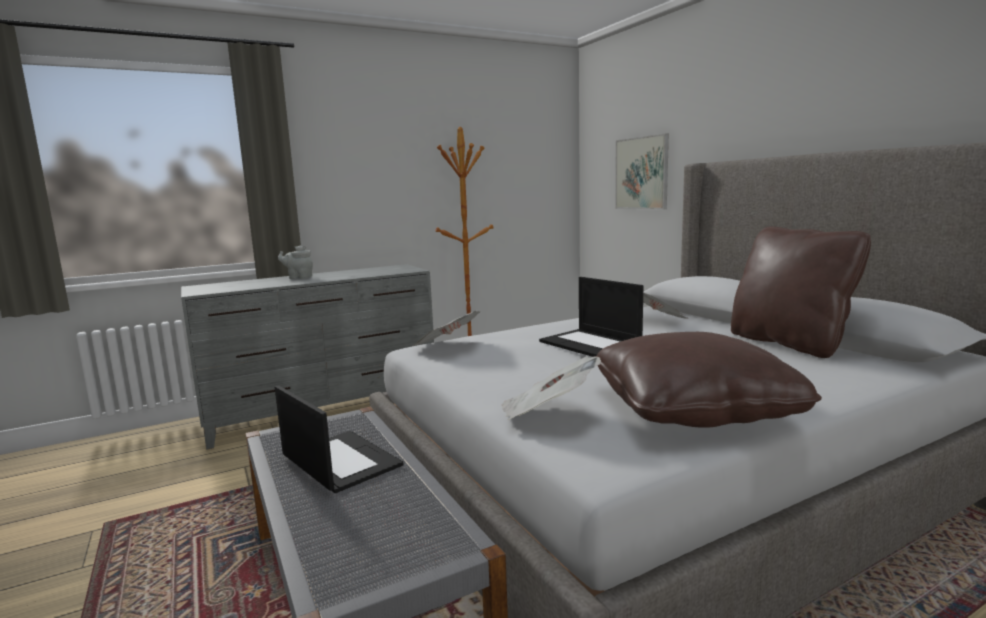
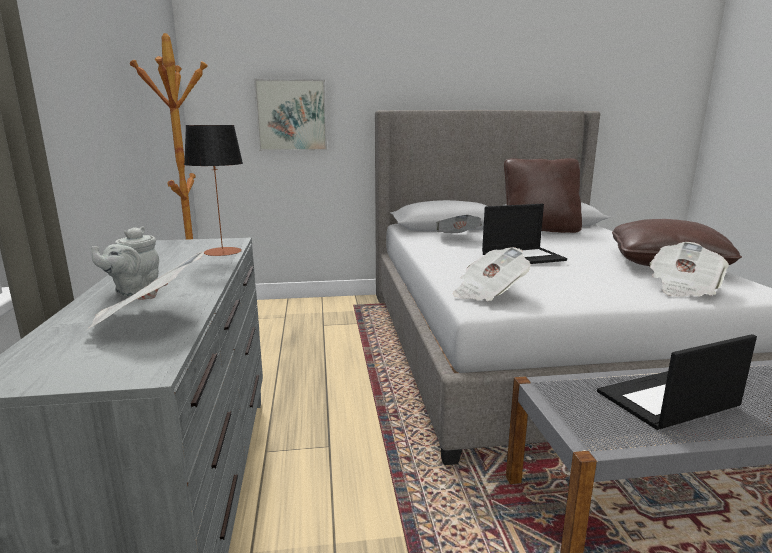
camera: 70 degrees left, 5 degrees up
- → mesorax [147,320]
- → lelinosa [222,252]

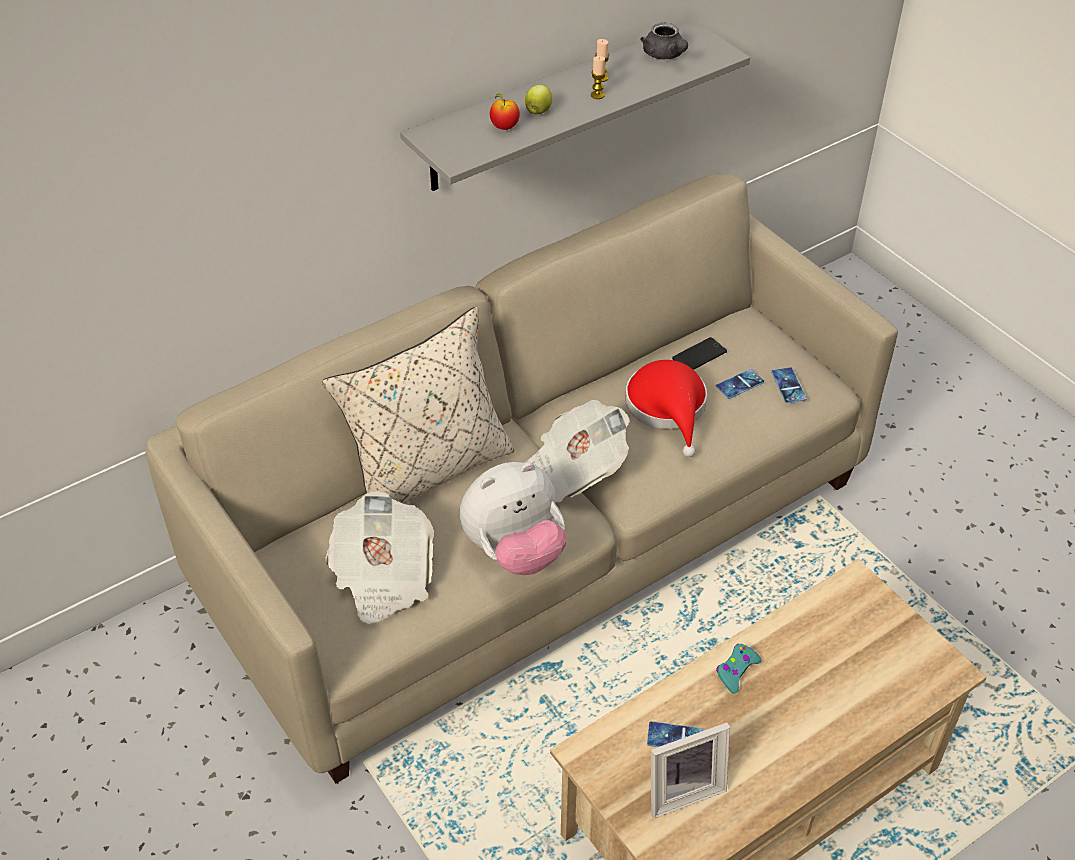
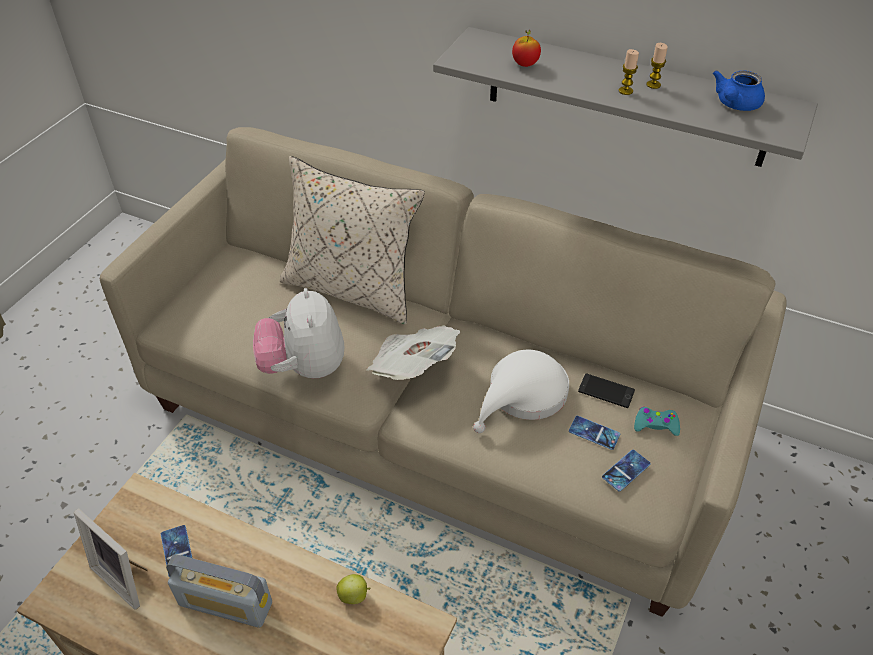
camera: 60 degrees right, 0 degrees up
- → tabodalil [226,603]
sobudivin [515,551] → sobudivin [304,367], 45 degrees clockwise
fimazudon [538,111] → fimazudon [354,595], moved
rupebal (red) [668,408] → rupebal (white) [523,395]
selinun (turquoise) [736,671] → selinun (turquoise) [655,425], moved
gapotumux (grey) [665,55] → gapotumux (blue) [734,105]
mesorax [383,577] → -

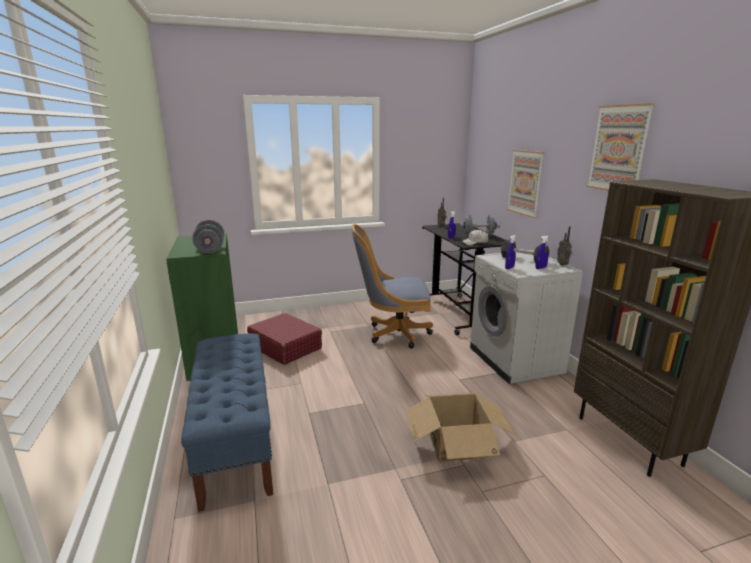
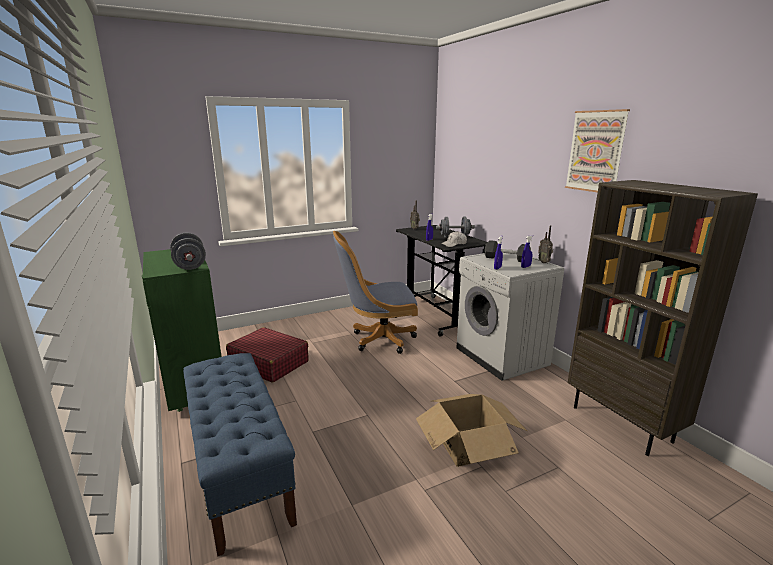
camera: 10 degrees left, 0 degrees up
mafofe [525,182] → -

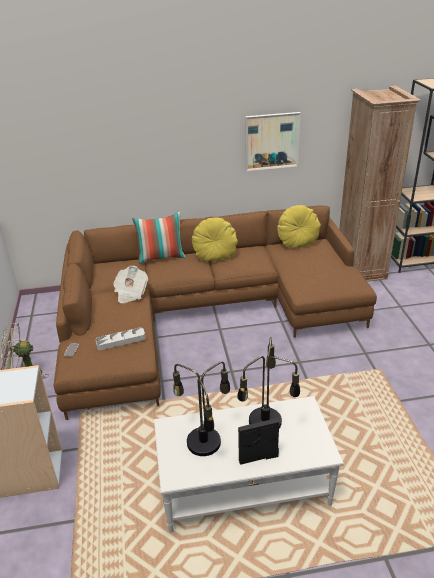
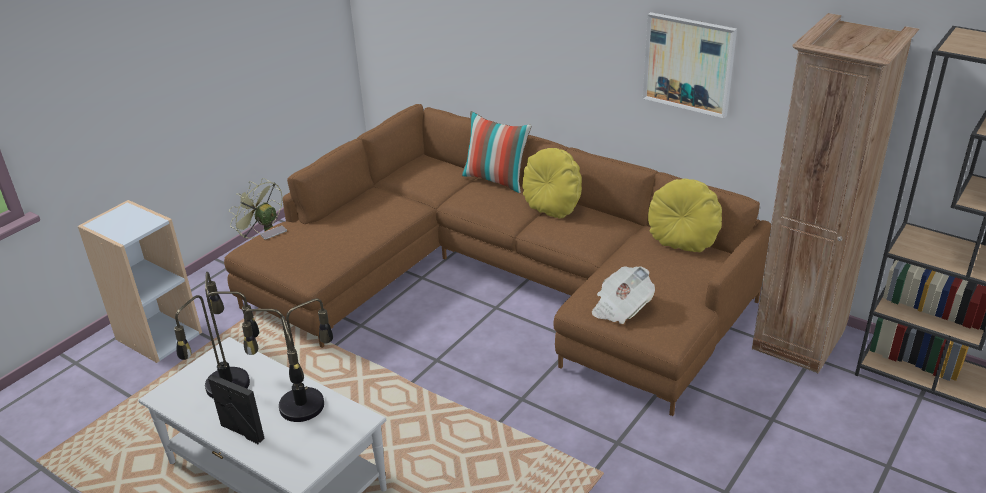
camera: 45 degrees right, 0 degrees up
mesorax [130,293] → mesorax [621,308], moved
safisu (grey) [121,341] → -

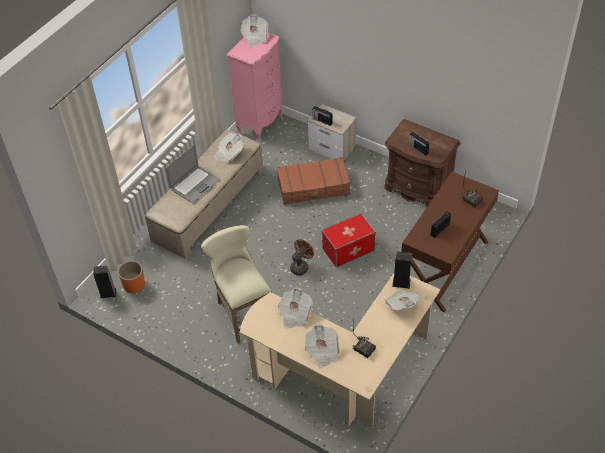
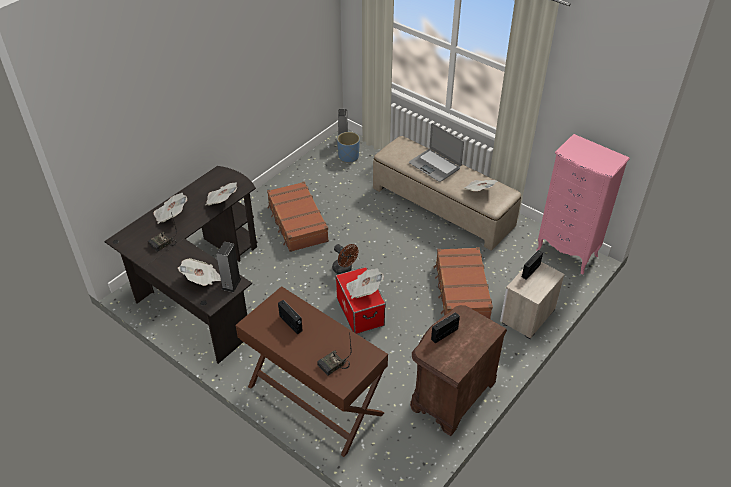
camera: 95 degrees right, 5 degrees down
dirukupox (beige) [344,374] → dirukupox (black) [200,289]
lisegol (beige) [243,312] → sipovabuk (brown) [297,223]
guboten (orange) [134,285] → guboten (blue) [348,156]
mesorax [255,37] → mesorax [364,290], moved

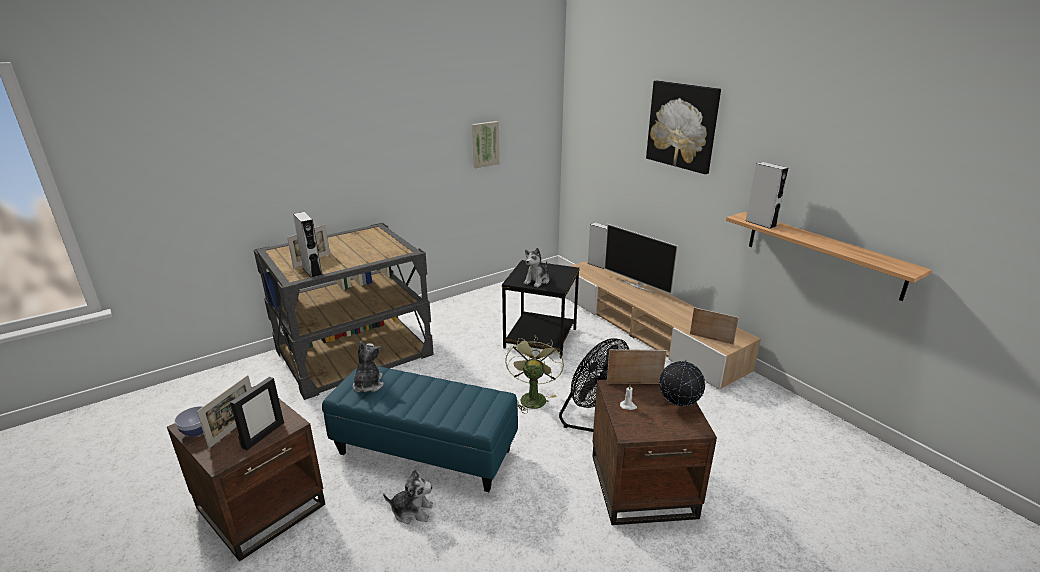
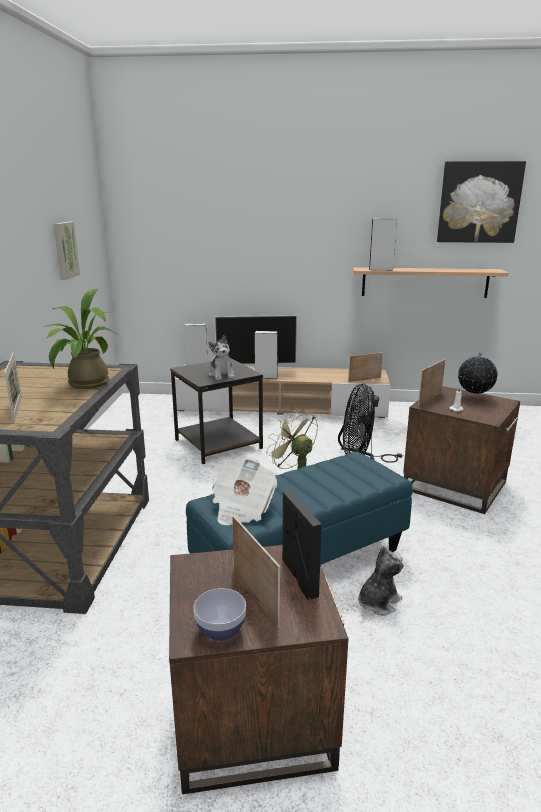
camera: 50 degrees left, 5 degrees down
- → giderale [84,385]
sobudivin [368,385] → mesorax [242,508]
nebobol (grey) [312,271] → nebobol (grey) [266,377], moved
mafofe [682,126] → mafofe [479,202], moved

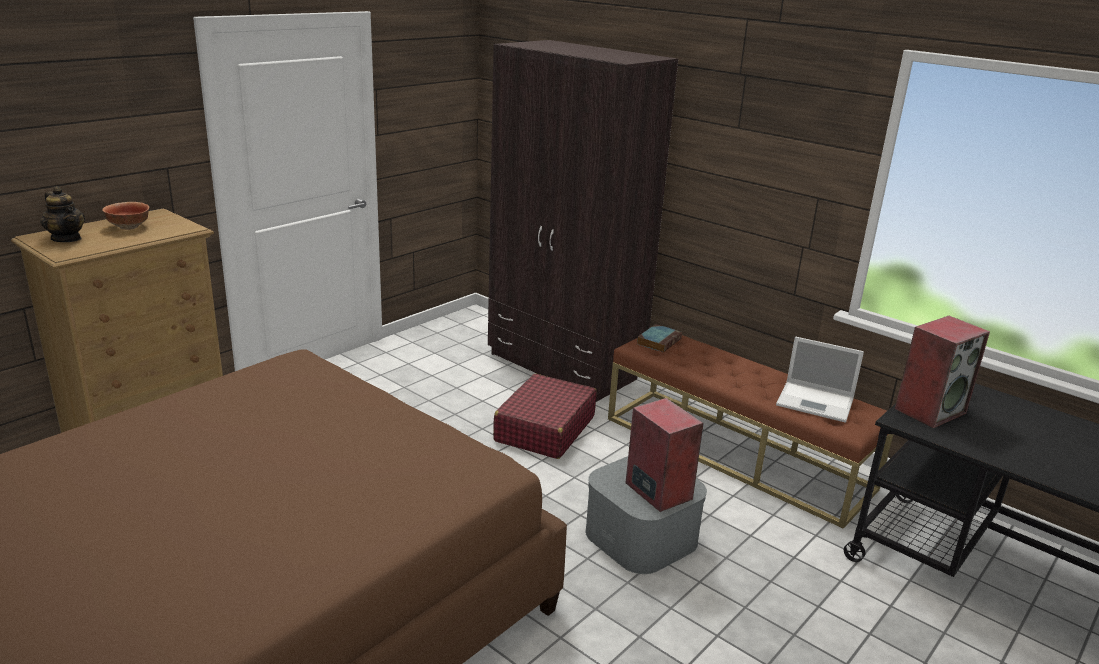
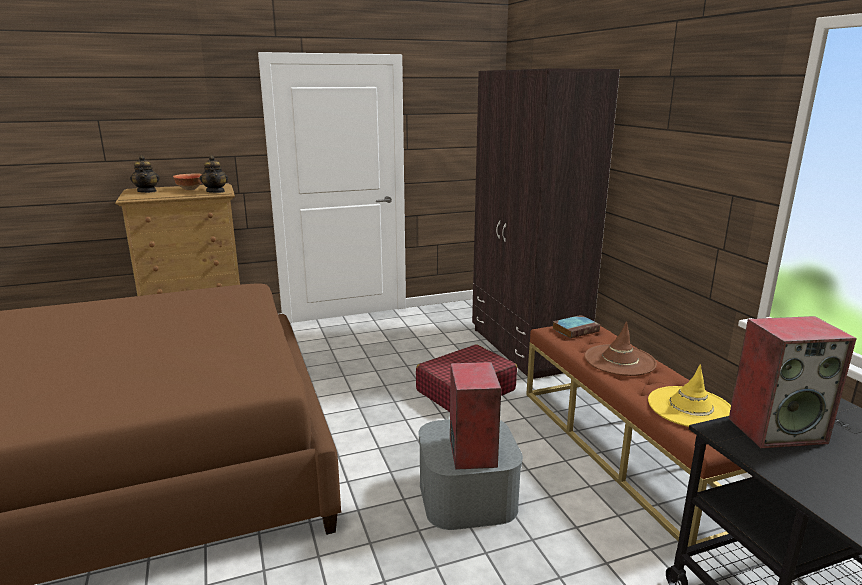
camera: 30 degrees right, 5 degrees down
- → gapotumux [215,191]
- → rupebal (brown) [619,360]
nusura [816,402] → rupebal (yellow) [690,407]

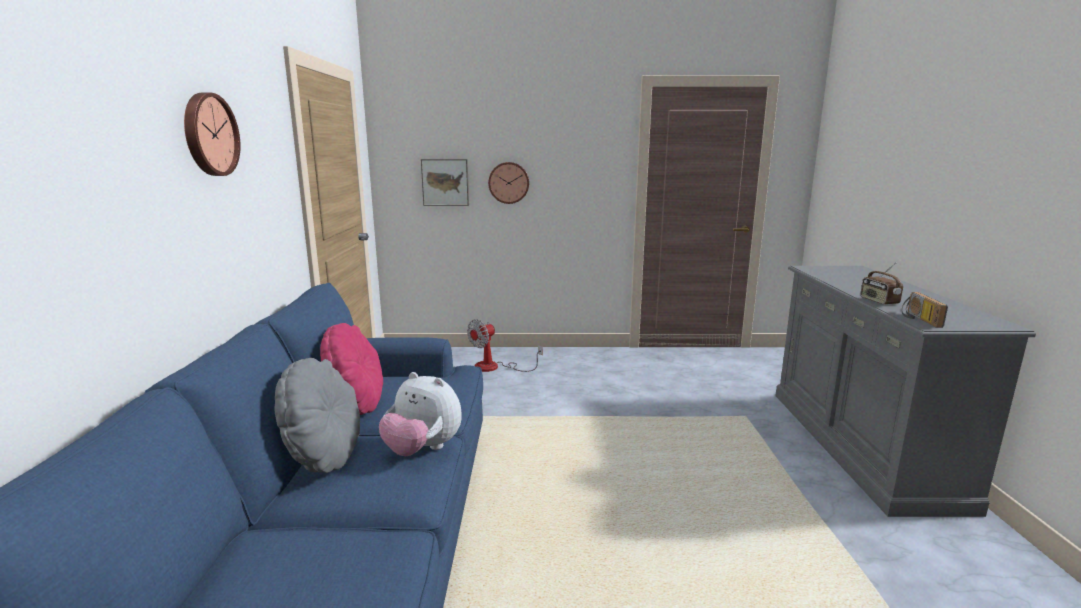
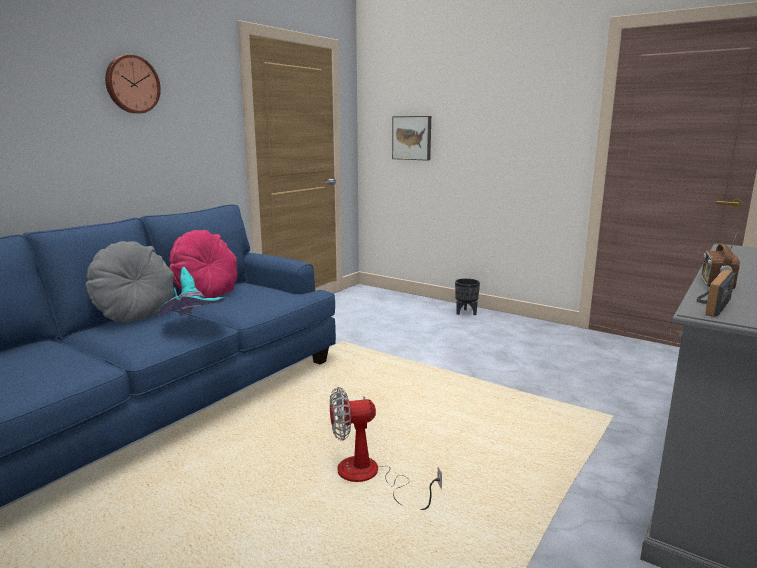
camera: 35 degrees right, 0 degrees up
sobudivin [423,450] → rupebal (turquoise) [192,328]
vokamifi [495,367] → vokamifi [370,477], moved
- → guboten (black) [466,312]
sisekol [509,182] → -

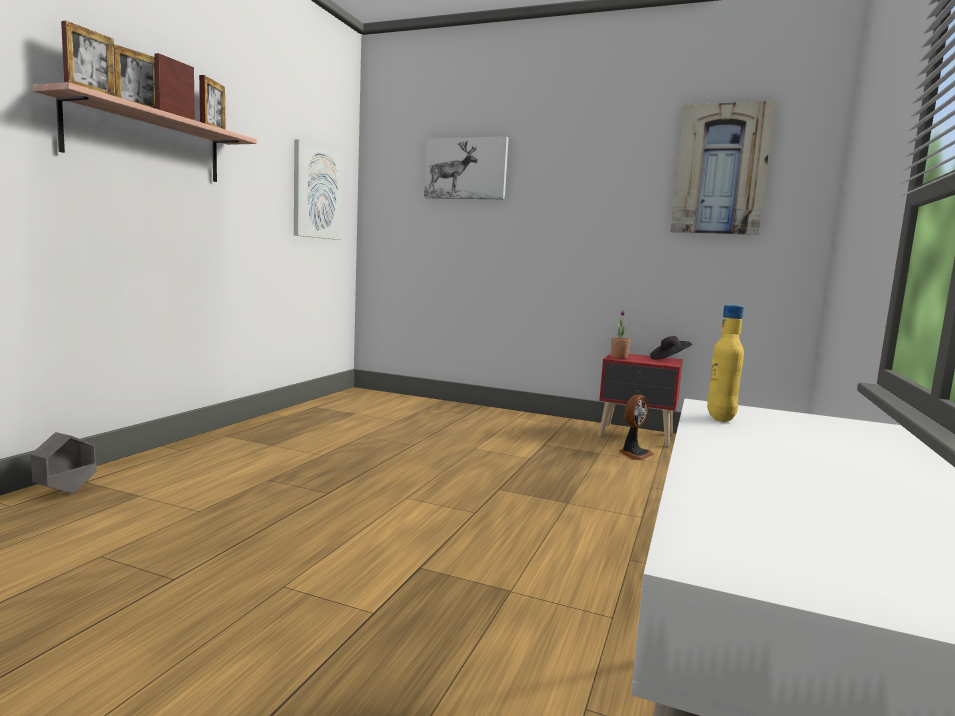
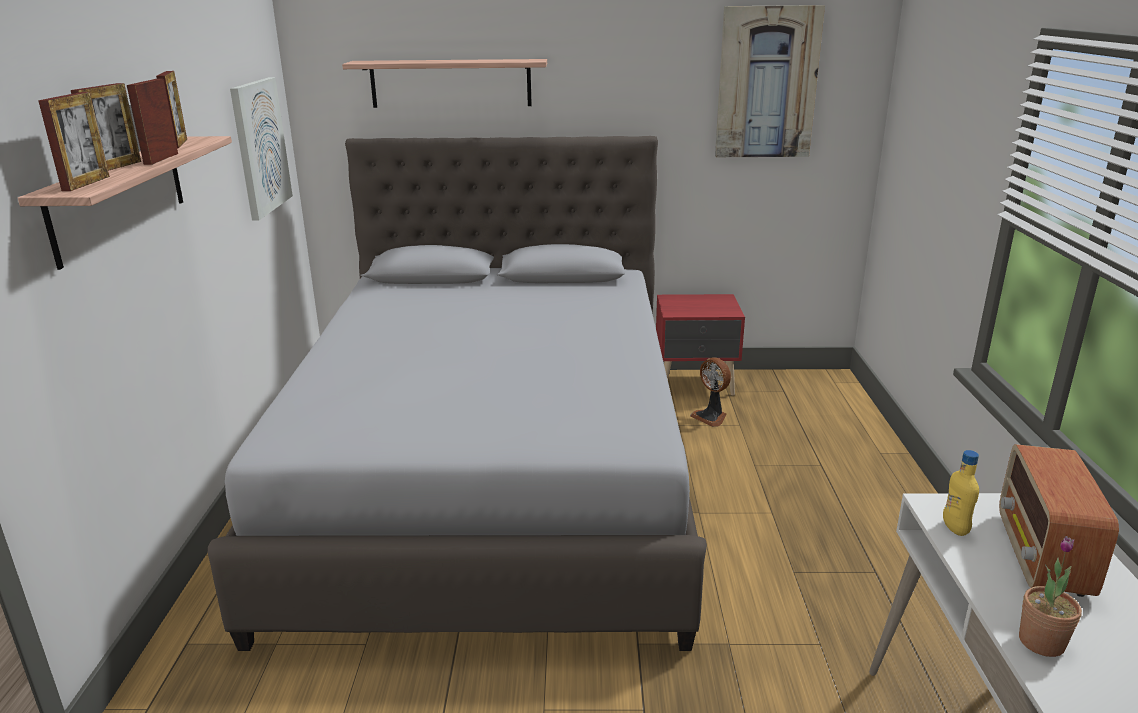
camera: 20 degrees left, 15 degrees up
- → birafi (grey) [494,475]
mafofe [466,169] → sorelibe [451,83]
vokamifi [634,454] → vokamifi [711,417], 120 degrees clockwise
- → tabodalil [1042,556]
giderale [619,357] → giderale [1041,642], moved
guboten (grey) [66,491] → -
rupebal (black) [669,359] → -

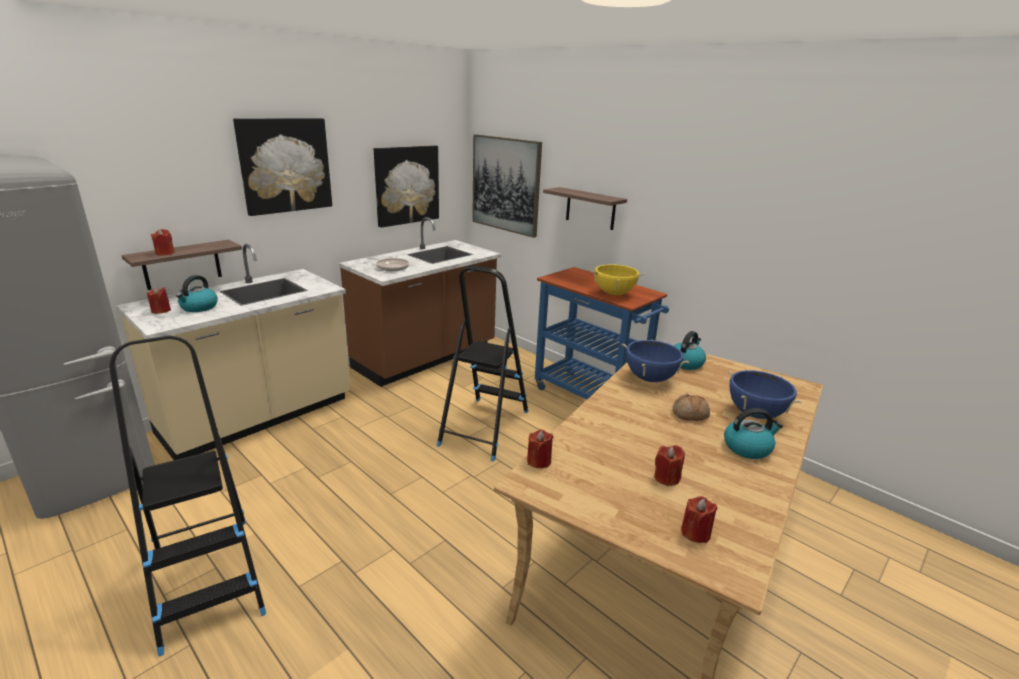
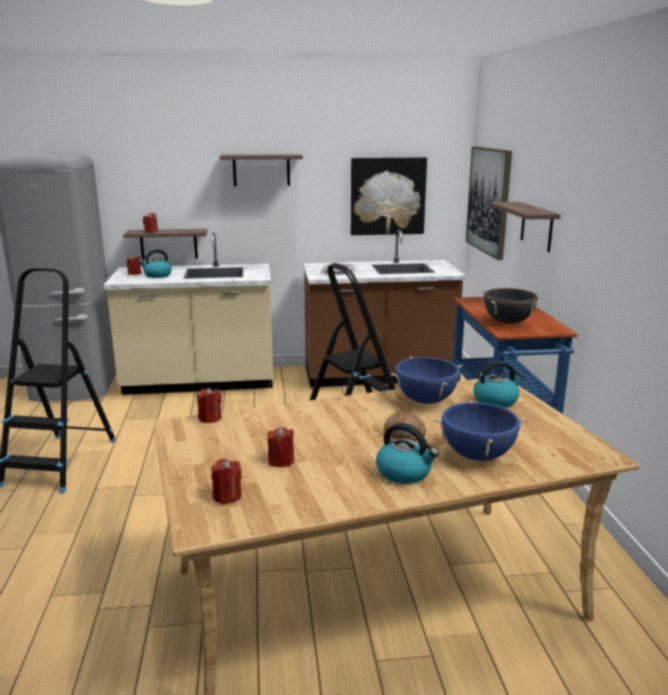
camera: 40 degrees right, 5 degrees down
mafofe [285,165] → sorelibe [261,170]
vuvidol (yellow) [614,293] → vuvidol (black) [508,322]

